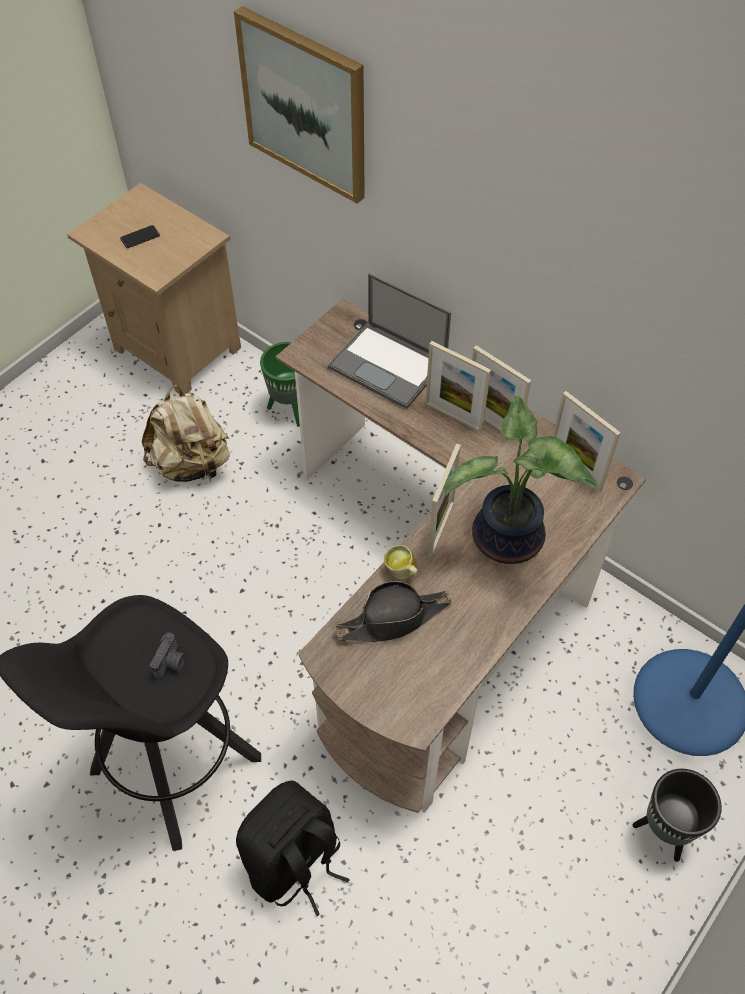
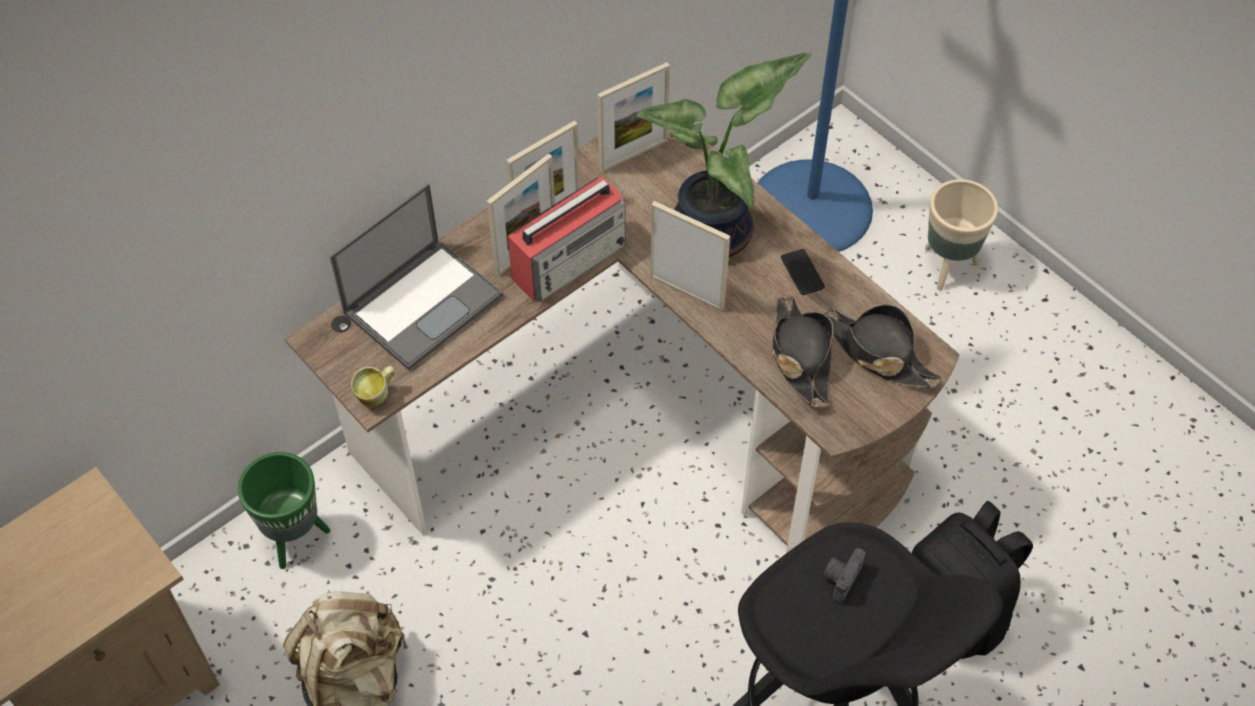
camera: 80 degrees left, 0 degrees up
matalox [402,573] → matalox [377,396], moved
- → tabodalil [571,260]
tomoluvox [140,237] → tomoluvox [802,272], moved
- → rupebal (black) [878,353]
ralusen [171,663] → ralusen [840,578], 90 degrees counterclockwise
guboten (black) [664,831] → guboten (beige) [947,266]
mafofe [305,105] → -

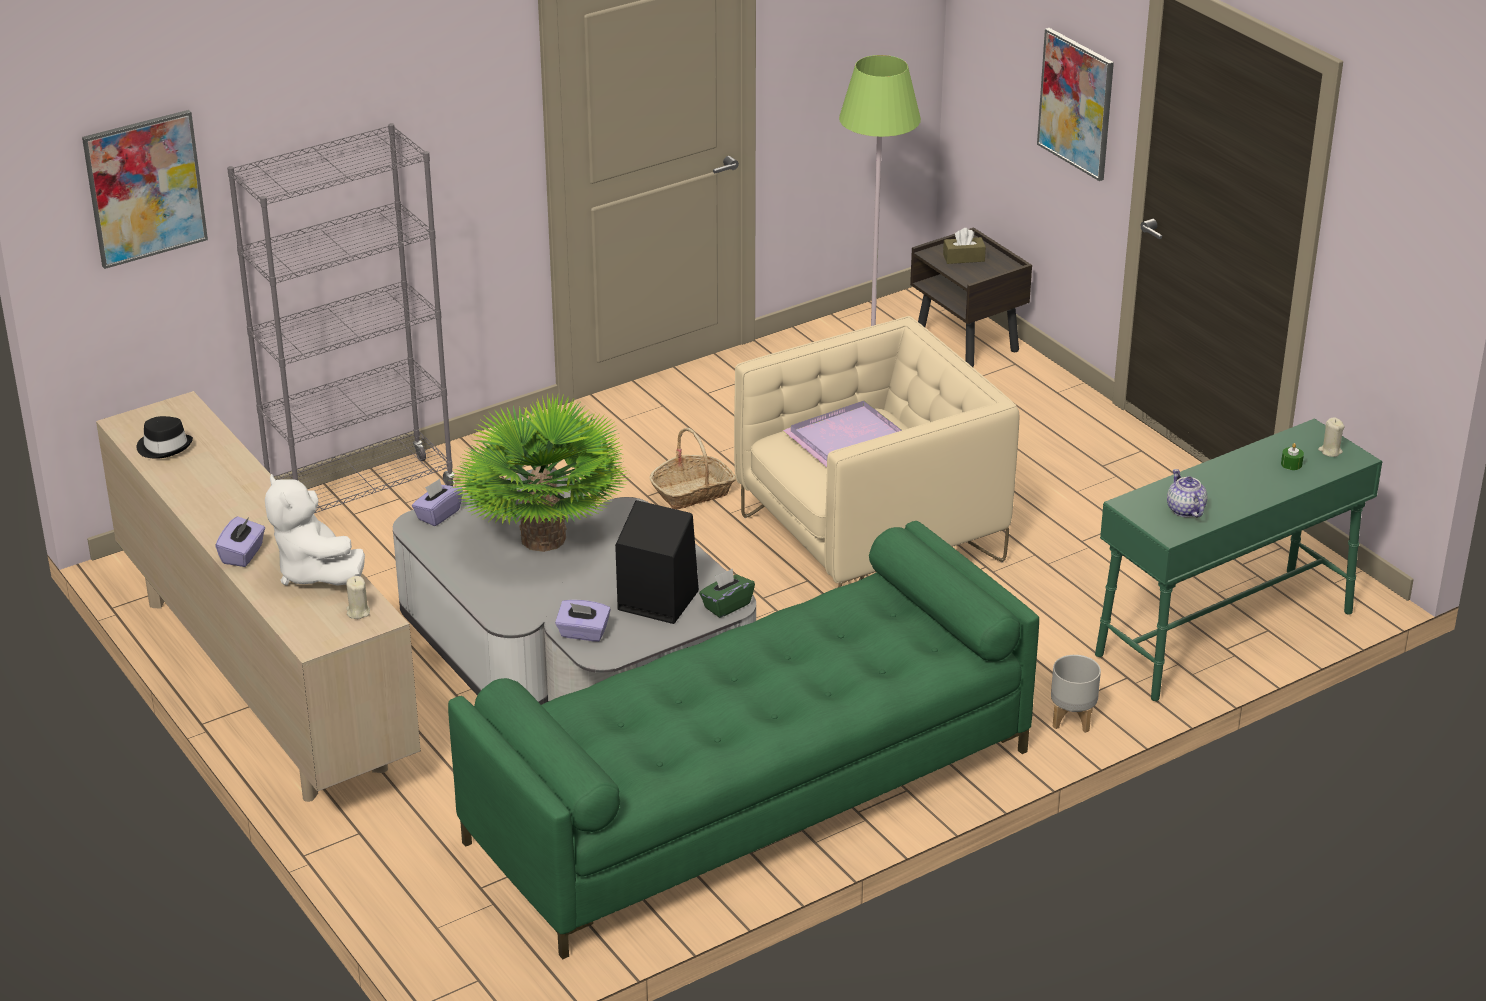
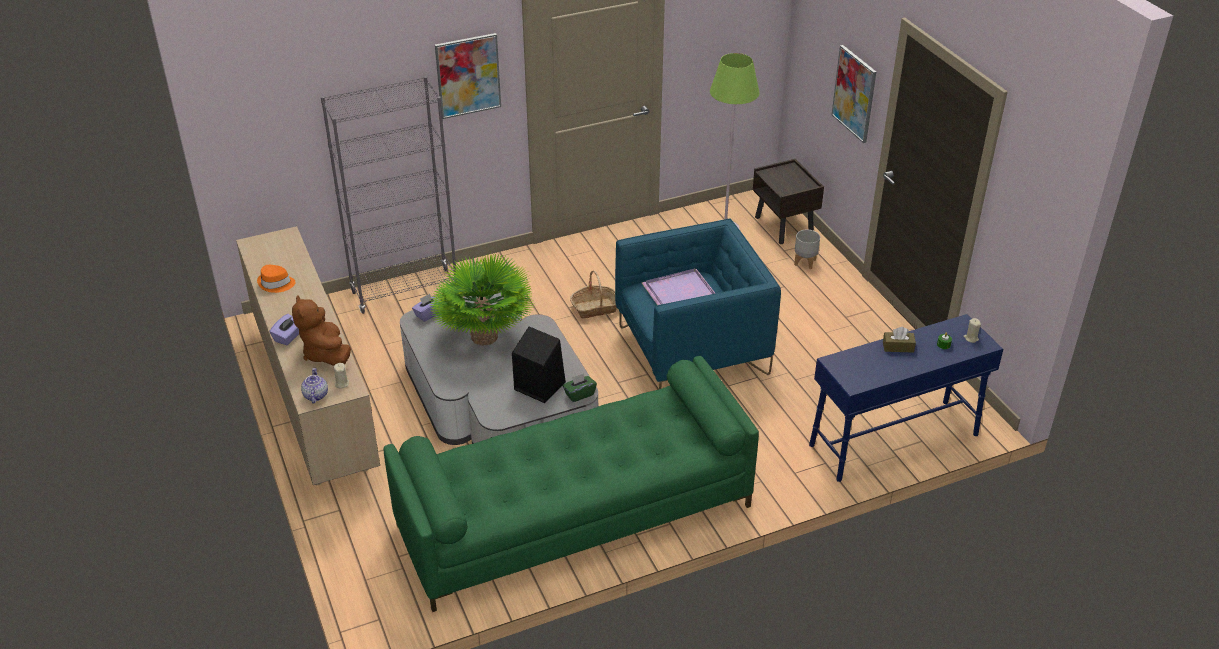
camera: 10 degrees right, 5 degrees up
- → rupebal (orange) [276,284]
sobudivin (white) [315,573] → sobudivin (brown) [325,354]
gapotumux [1184,510] → gapotumux [315,395], moved
mafofe [145,188] → mafofe [468,75], moved
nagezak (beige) [870,540] → nagezak (blue) [692,351]
guboten (grey) [1072,720] → guboten (grey) [805,262], moved
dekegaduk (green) [1223,633] → dekegaduk (blue) [893,440]
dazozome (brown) [963,258] → dazozome (brown) [898,347], moved
rupebal (black) [164,446] → -
dazozome (purple) [583,633] → -

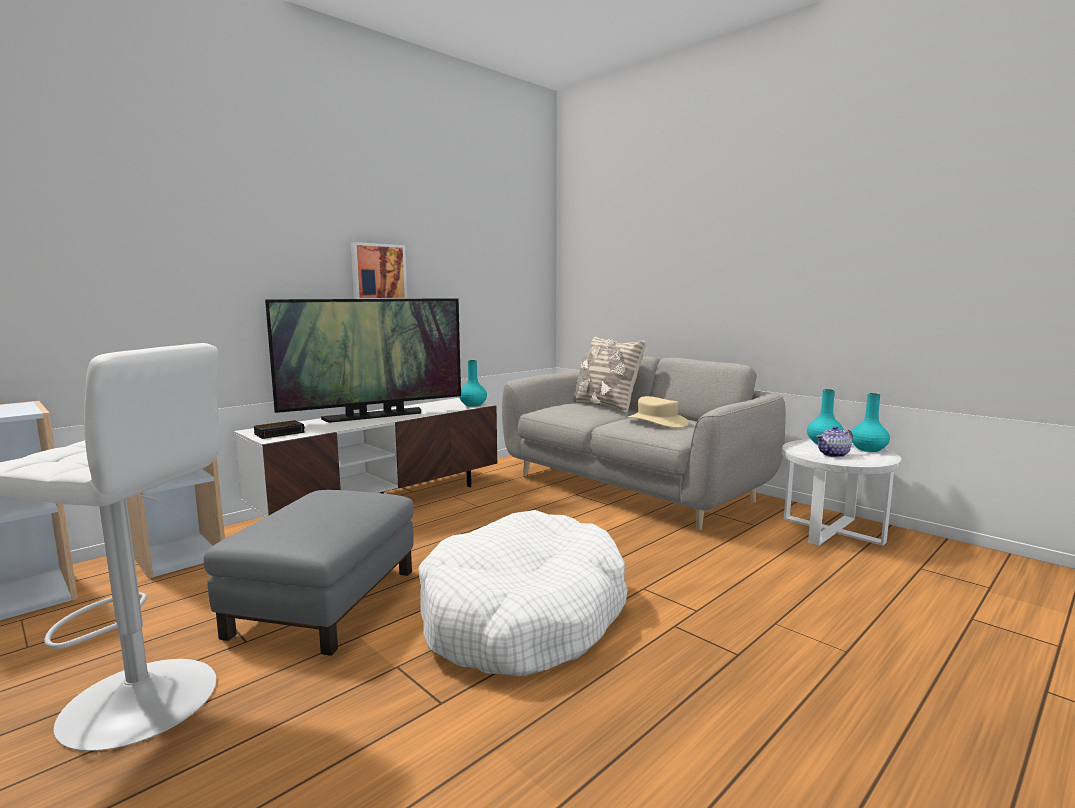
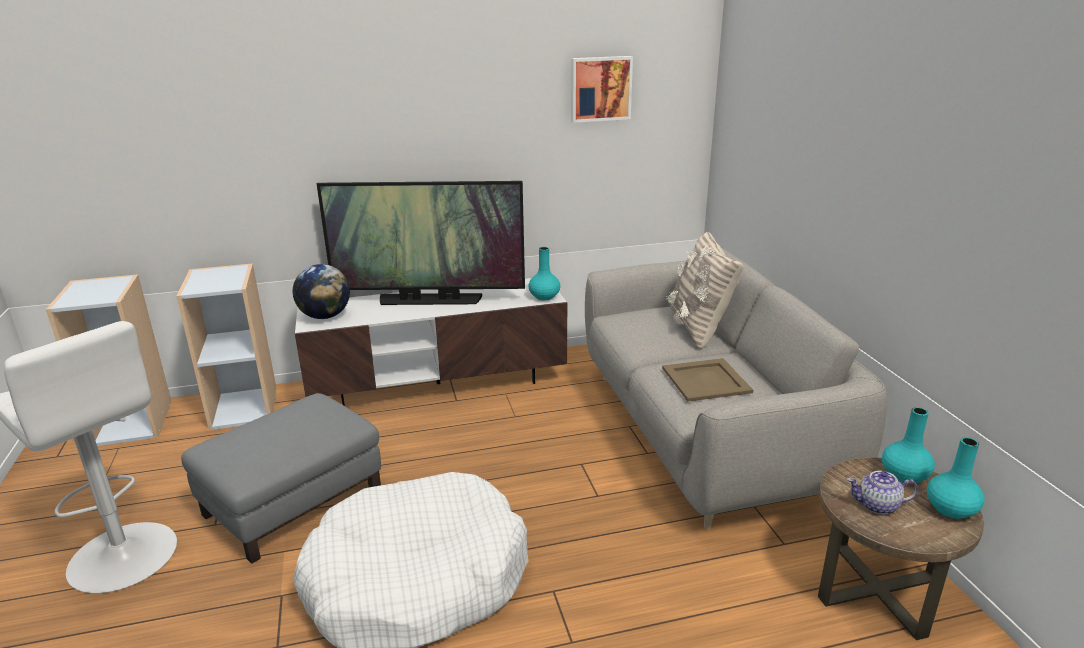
camera: 30 degrees right, 15 degrees up
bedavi [280,433] → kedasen [325,316]
mafofe [378,272] → mafofe [600,88], moved
rupebal (beige) [657,422] → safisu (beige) [707,380]
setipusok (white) [832,530] → setipusok (brown) [878,589]

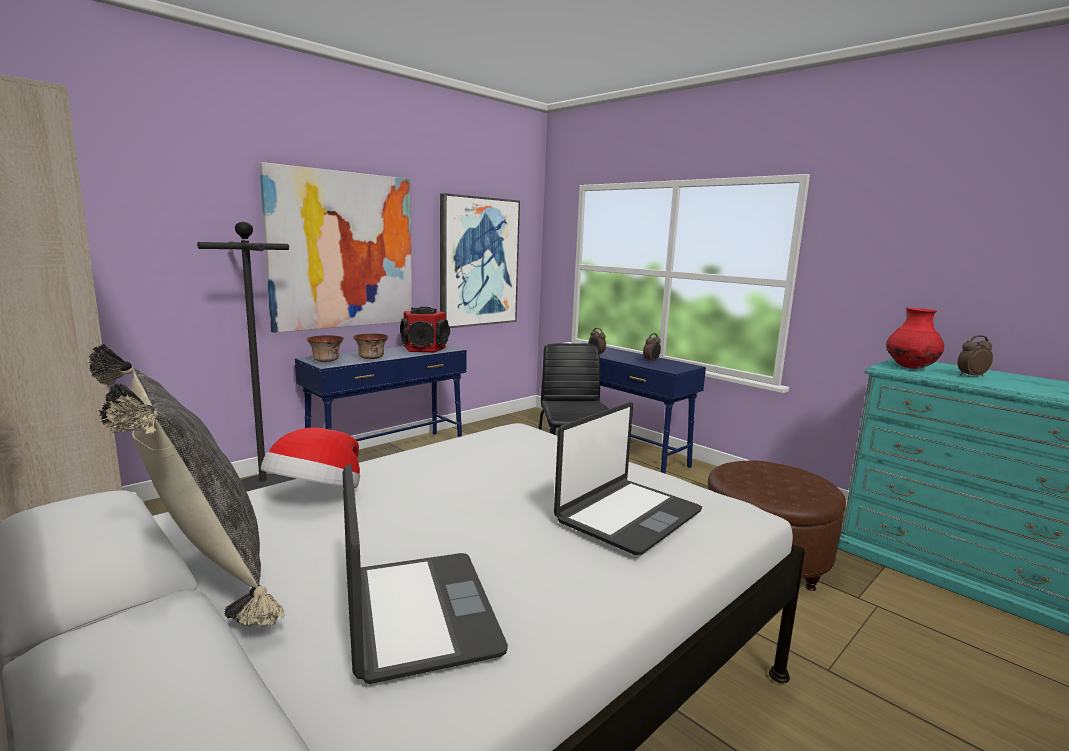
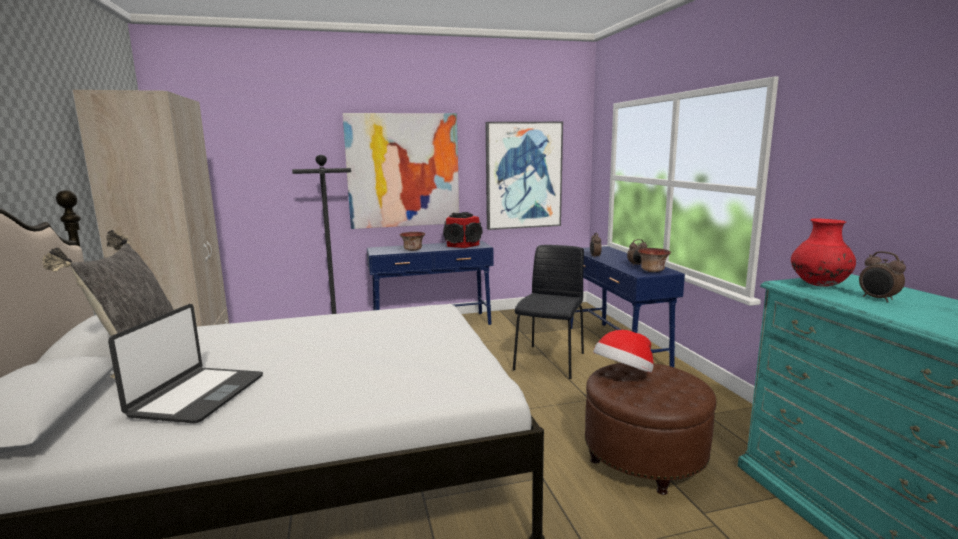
camera: 30 degrees right, 0 degrees up
rupebal [316,496] → rupebal [624,374], moved
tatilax [326,361] → tatilax [652,271], moved
bedavi [970,376] → bedavi [877,299], 135 degrees counterclockwise
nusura [627,516] → -

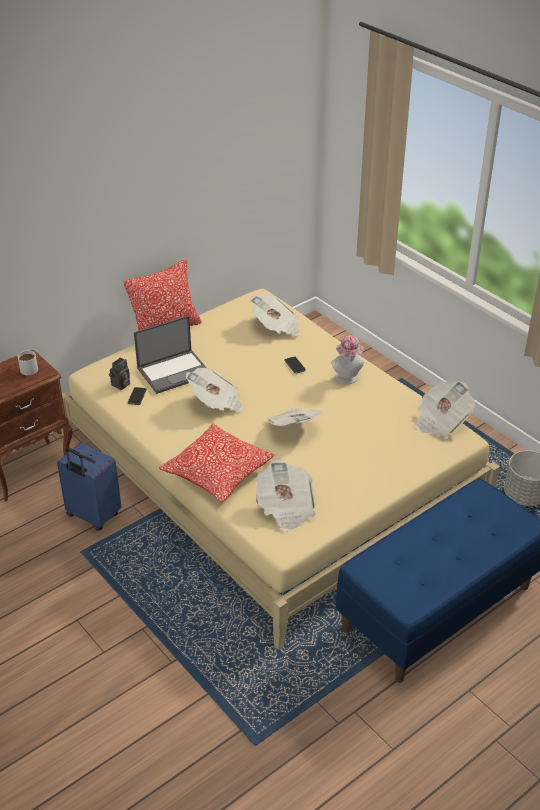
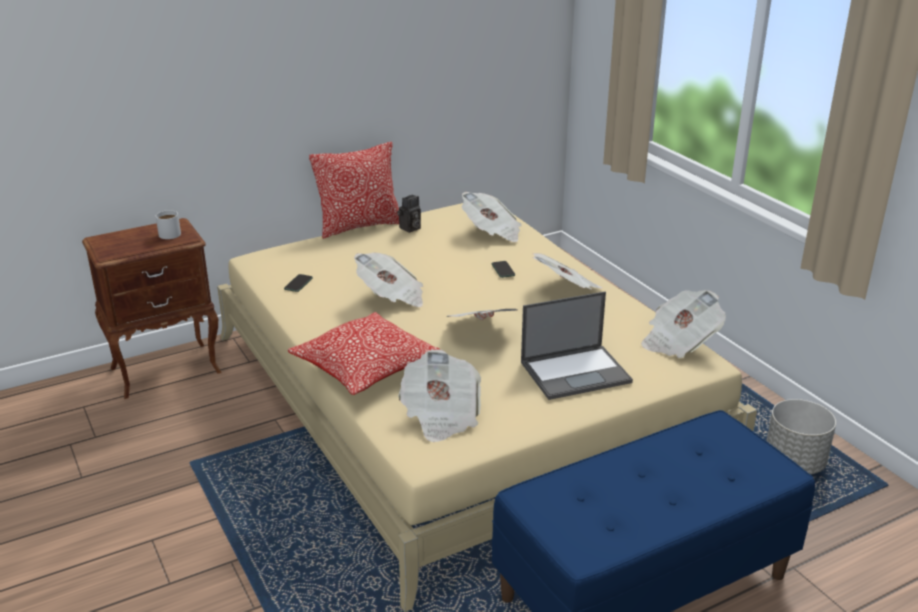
camera: 10 degrees right, 10 degrees down
ralusen [121,385] → ralusen [410,229], moved
nusura [174,371] → nusura [576,372], moved
rupebal [347,379] → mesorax [566,289]
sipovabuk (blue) [92,516] → -

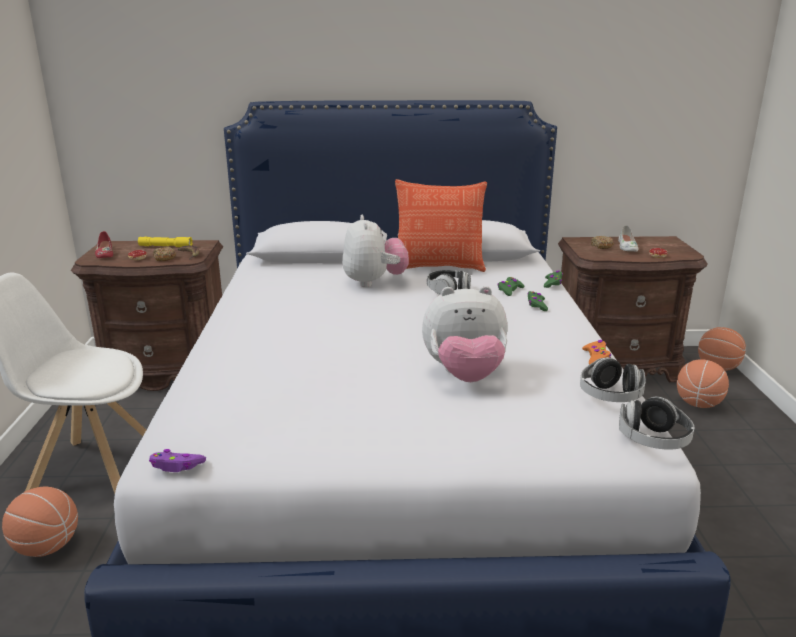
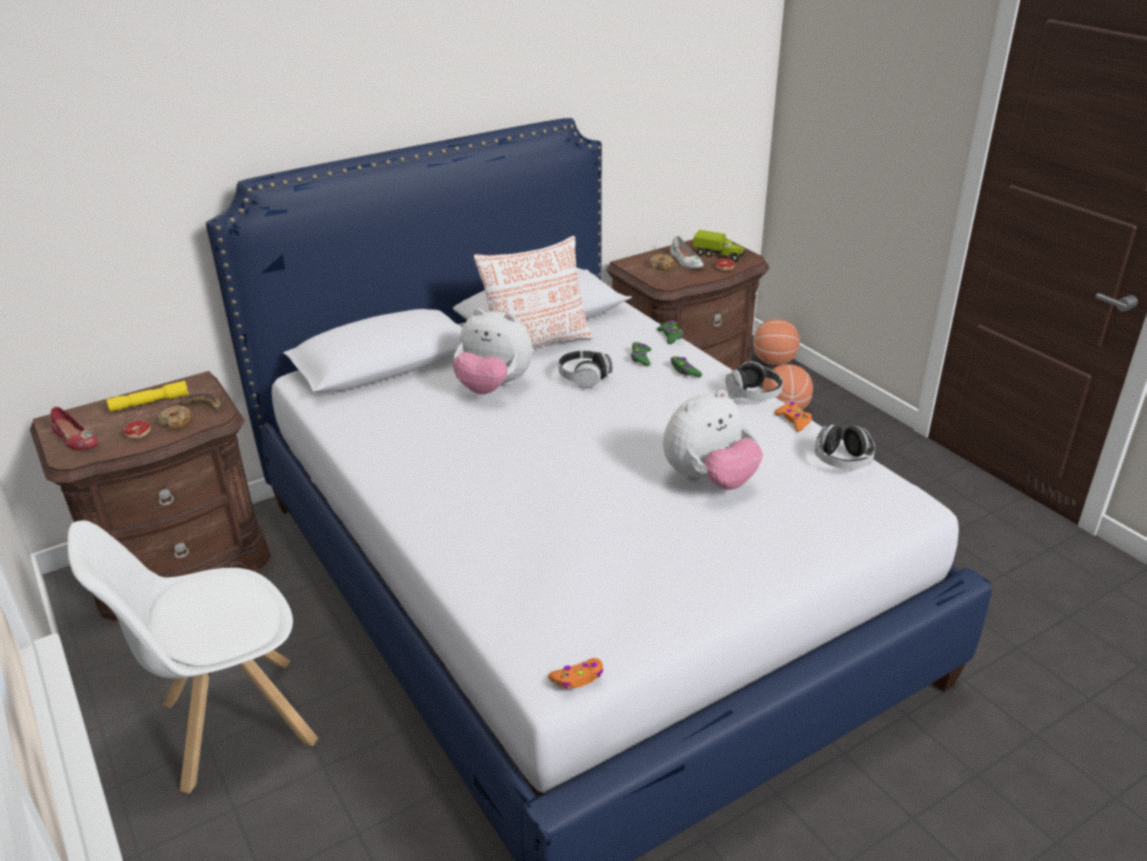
camera: 30 degrees left, 10 degrees up
sobudivin [374,282] → sobudivin [493,387], 150 degrees clockwise
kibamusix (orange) [439,267] → kibamusix (white) [537,345]
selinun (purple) [177,466] → selinun (orange) [578,678]
- → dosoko [719,255]
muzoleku [653,440] → muzoleku [754,394], moved
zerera [47,547] → -

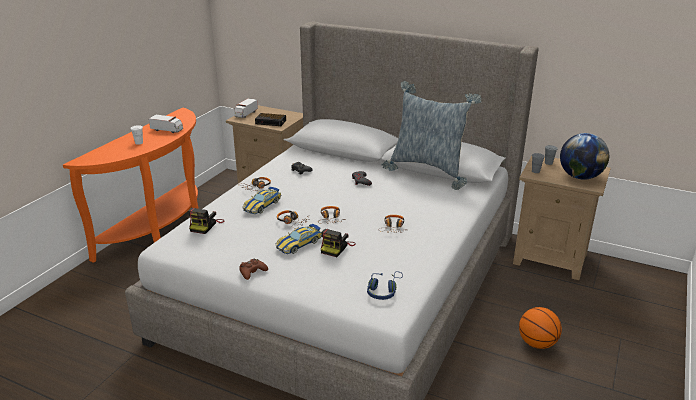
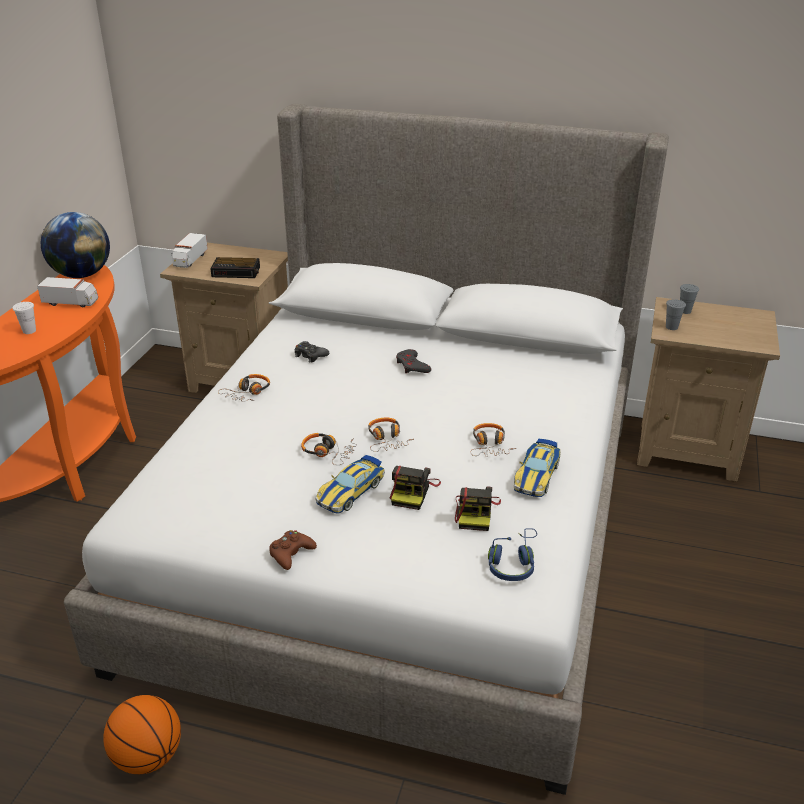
camera: 10 degrees left, 5 degrees up
kedasen [580,177] → kedasen [81,275], moved
zerera [537,343] → zerera [148,757], moved
ralusen [206,225] → ralusen [476,512], moved
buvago [262,205] → buvago [537,475], moved
kibamusix [428,175] → -

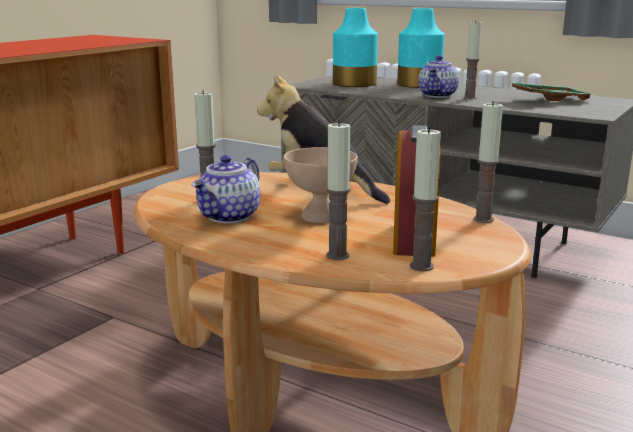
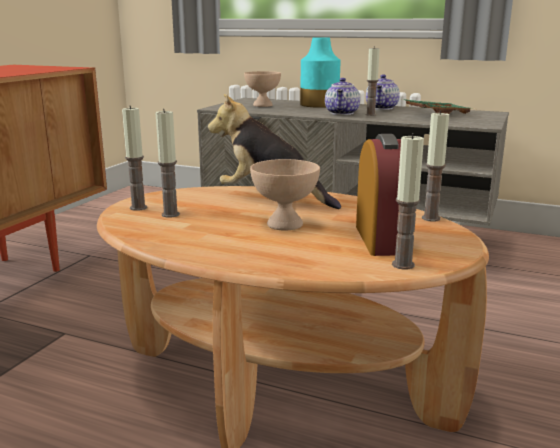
camera: 10 degrees left, 0 degrees up
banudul [337,255] → banudul [138,208], moved
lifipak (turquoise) [354,83] → tatilax (beige) [262,105]
gapotumux [230,217] → gapotumux [382,108], moved

